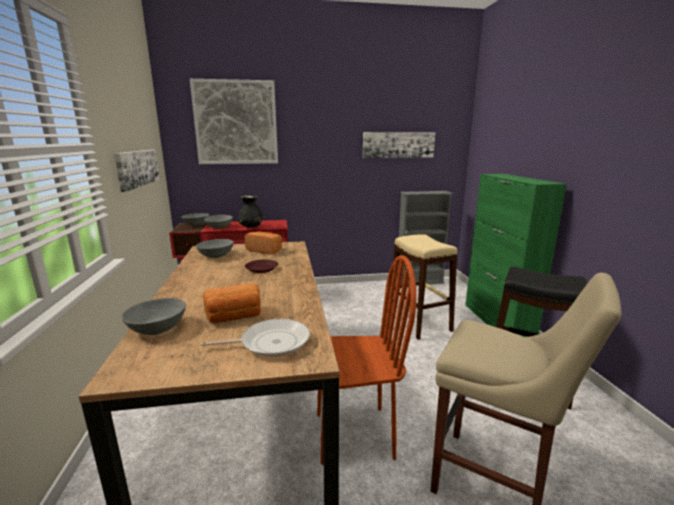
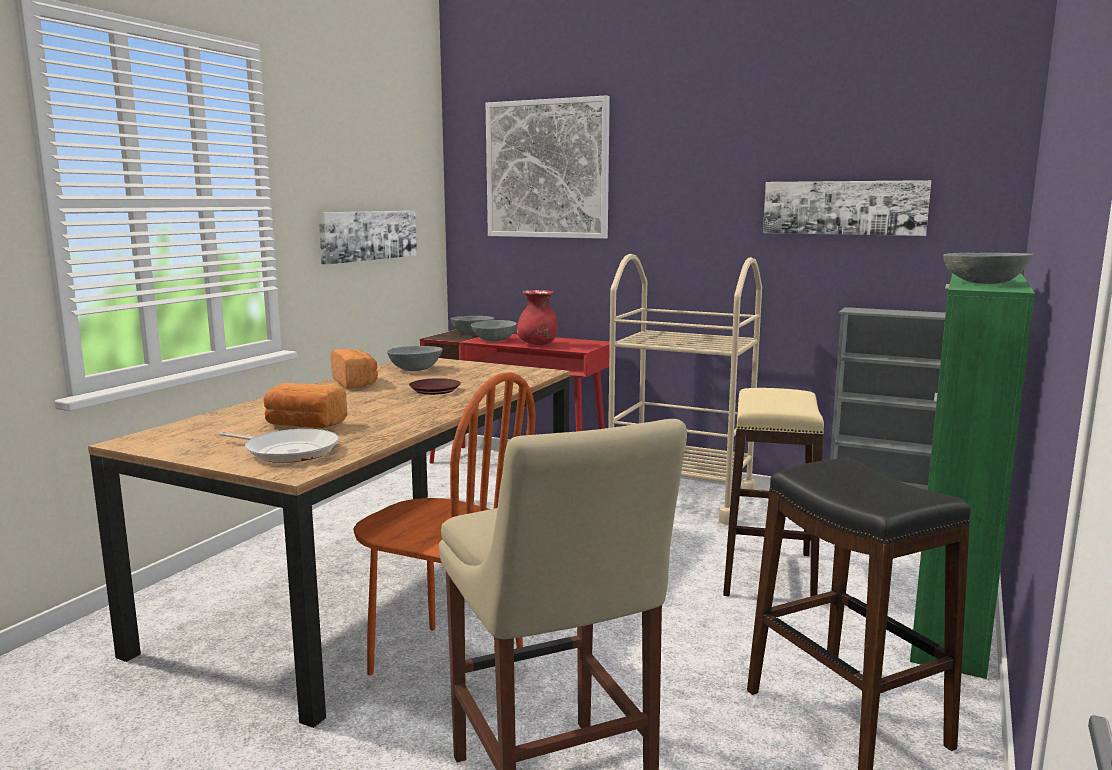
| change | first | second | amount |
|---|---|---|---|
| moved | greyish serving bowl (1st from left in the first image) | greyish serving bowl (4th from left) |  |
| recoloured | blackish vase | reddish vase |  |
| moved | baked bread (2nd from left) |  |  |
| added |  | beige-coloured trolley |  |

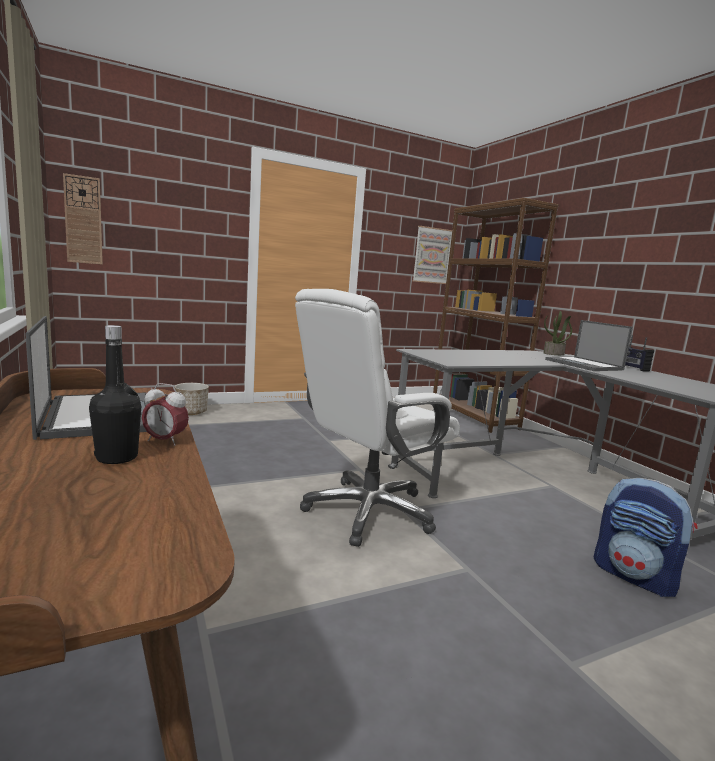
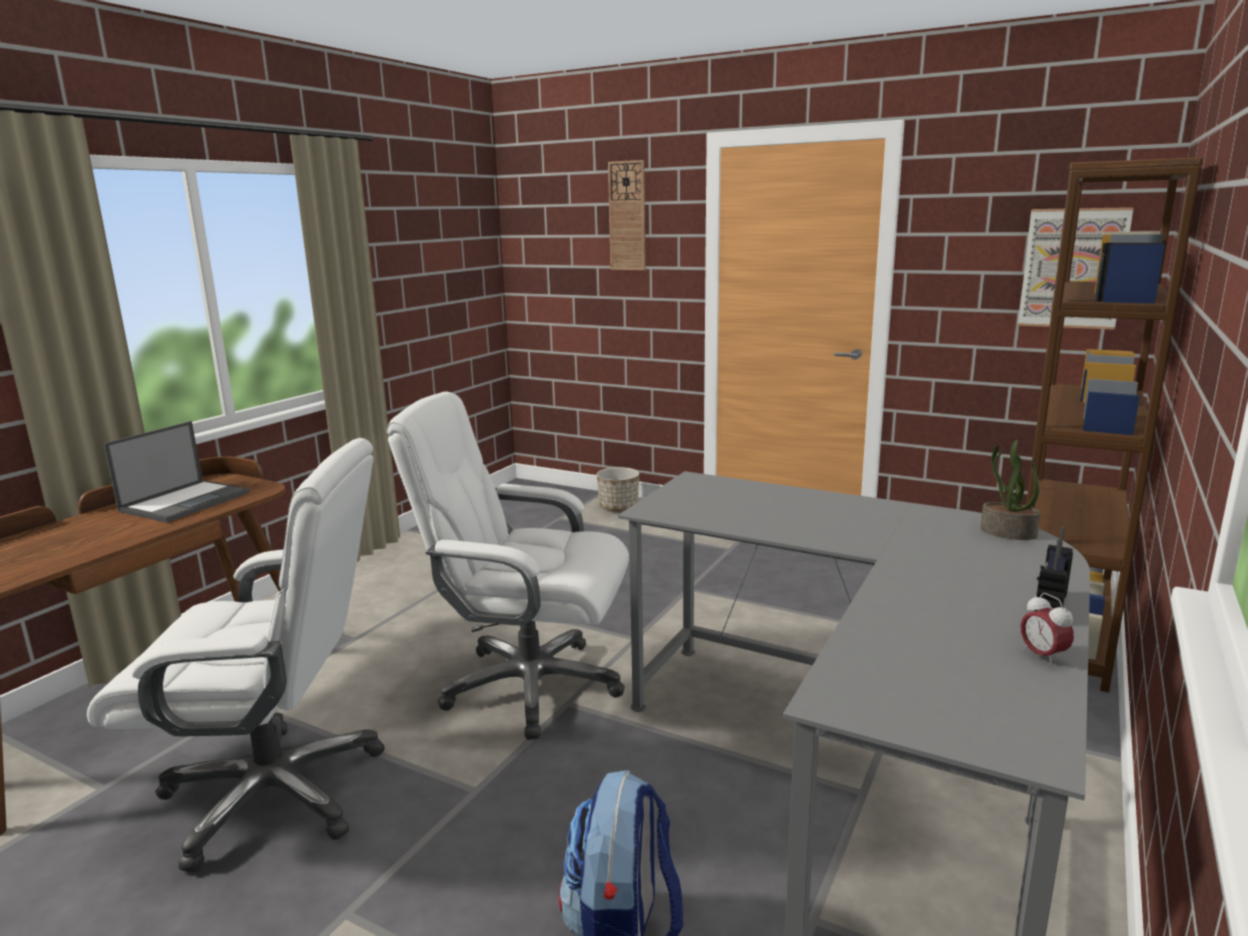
| change | first | second | amount |
|---|---|---|---|
| moved | hanging clock |  |  |
| removed | blackish bottle |  |  |
| moved | bedside clock |  |  |
| removed | portable computer (2nd from left) |  |  |
| added |  | whitish computer chair (1st from left) |  |

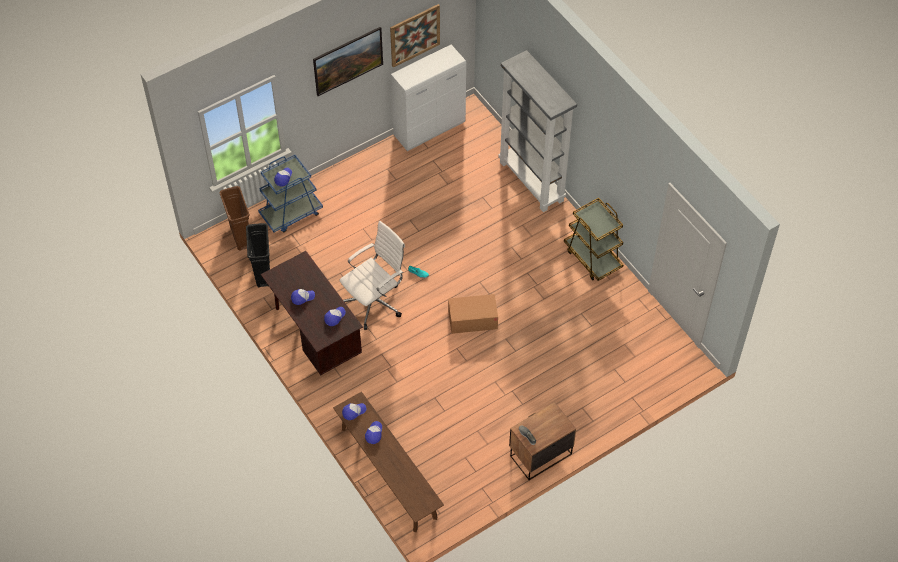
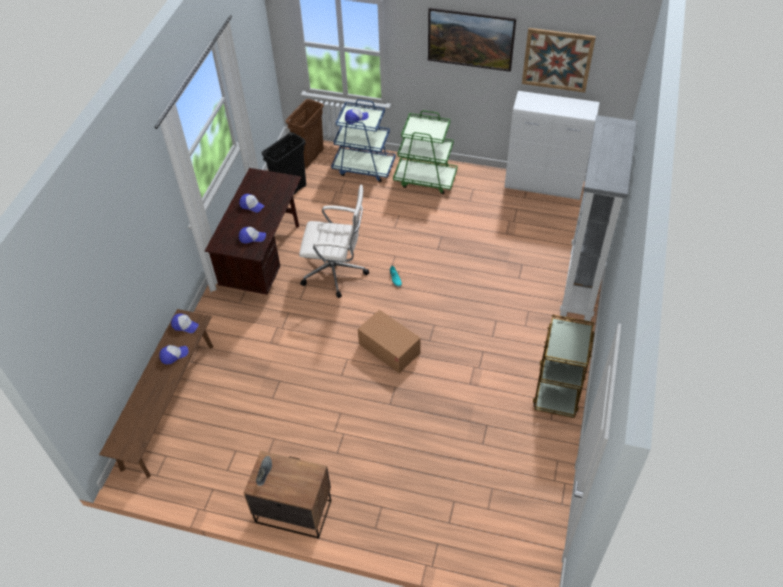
| change | first | second | amount |
|---|---|---|---|
| added |  | greenish trolley |  |

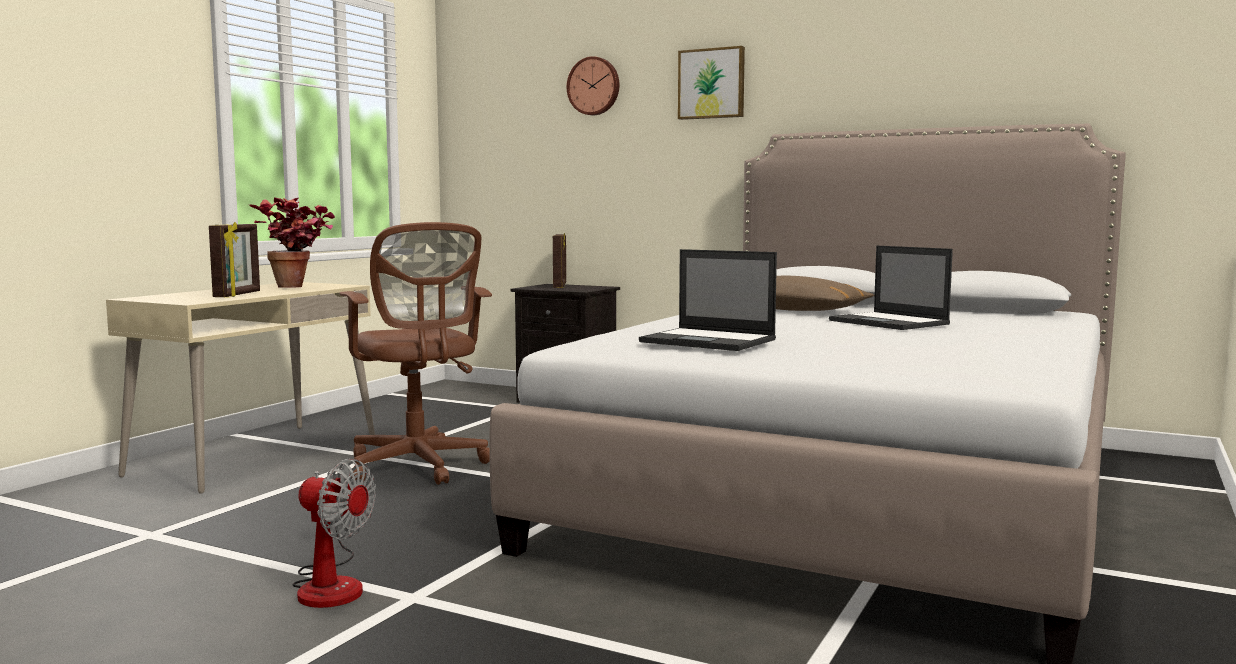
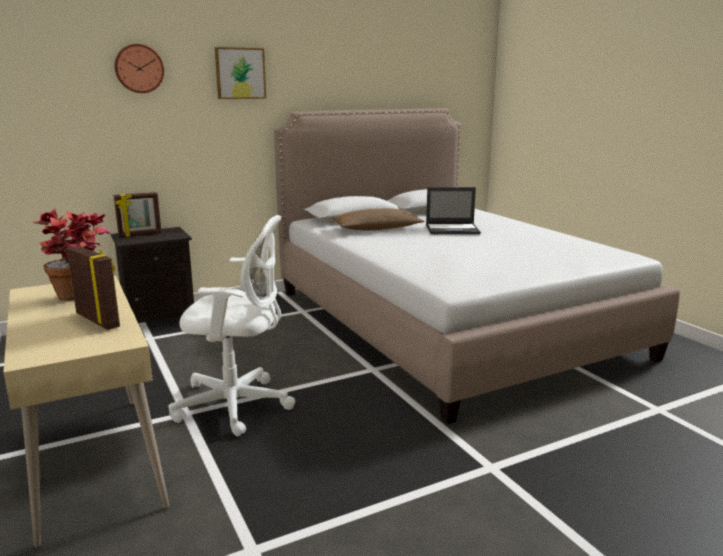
| change | first | second | amount |
|---|---|---|---|
| removed | fan |  |  |
| recoloured | brownish computer chair | whitish computer chair |  |
| turned | standing frame (2nd from left) |  | 120 degrees clockwise |
| removed | portable computer (1st from left) |  |  |

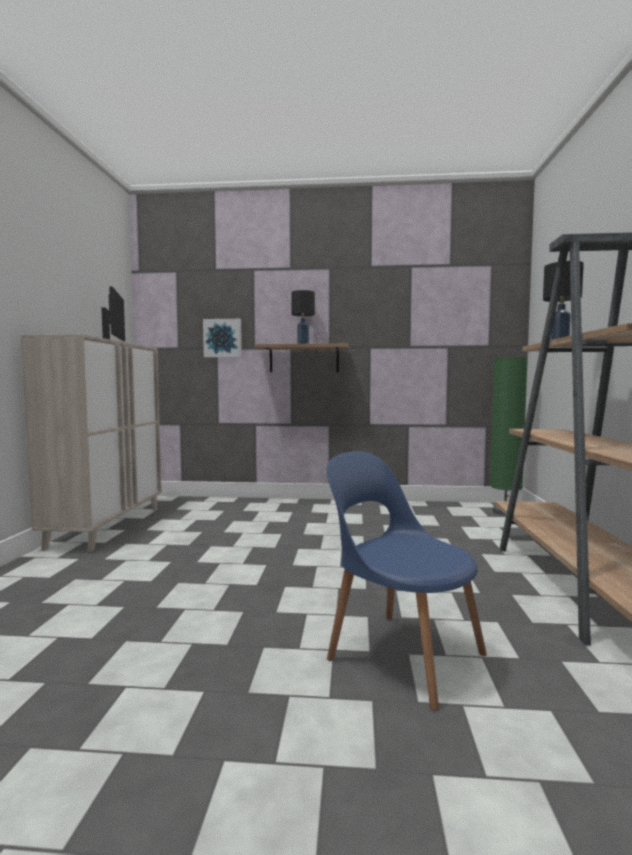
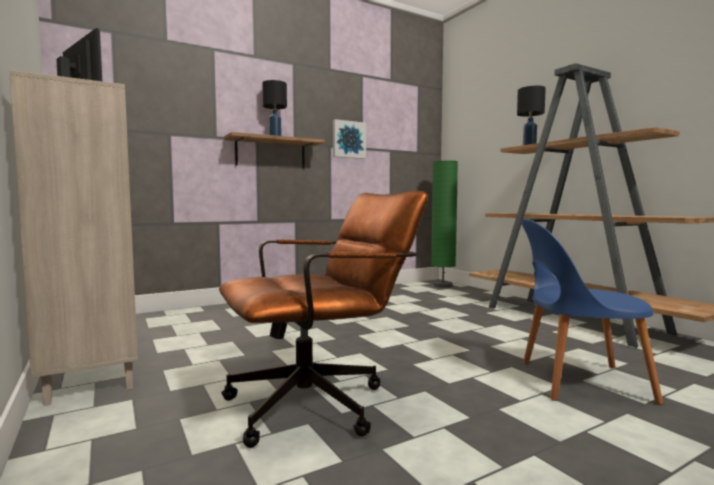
| change | first | second | amount |
|---|---|---|---|
| moved | wall picture |  |  |
| added |  | brownish computer chair |  |

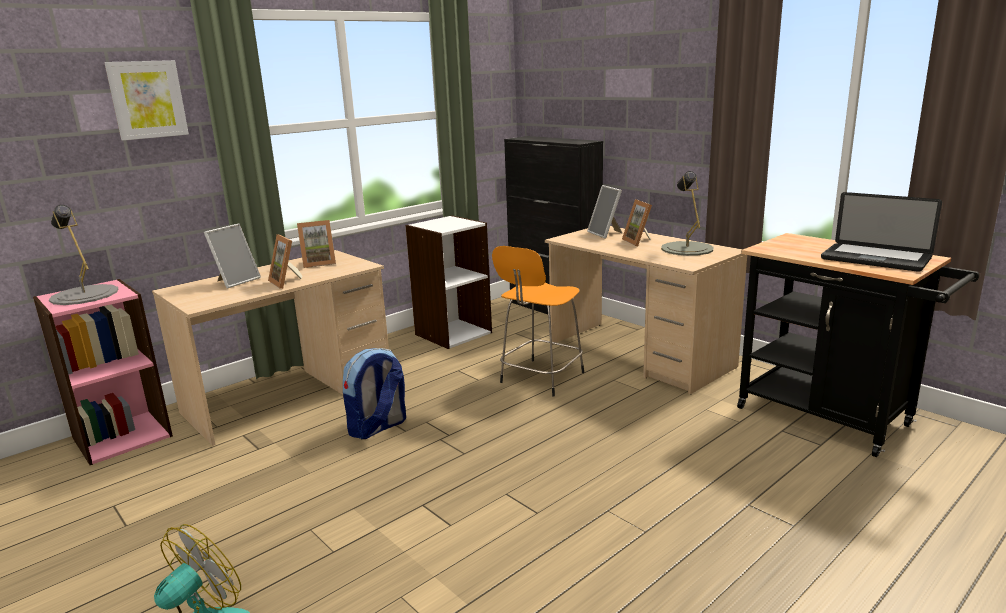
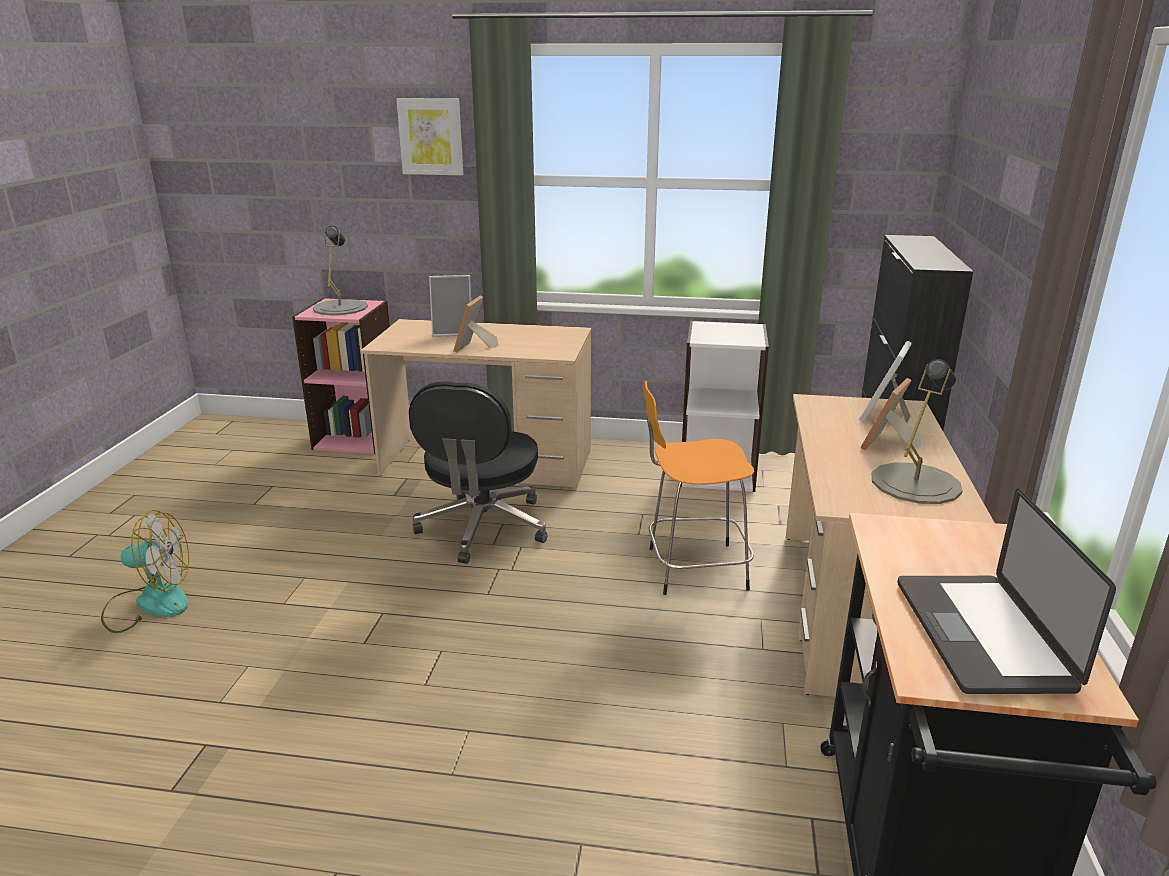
| change | first | second | amount |
|---|---|---|---|
| removed | standing frame (3rd from left) |  |  |
| replaced | backpack | blackish computer chair |  |

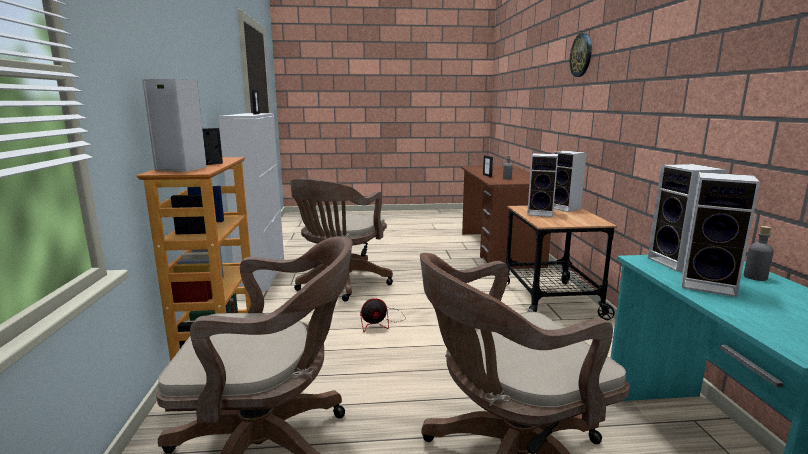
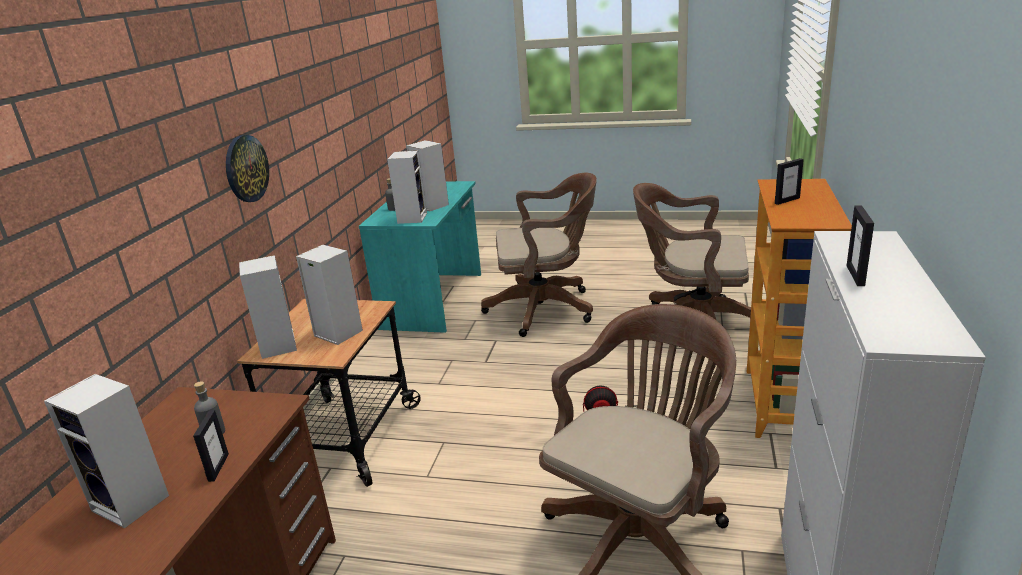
| change | first | second | amount |
|---|---|---|---|
| moved | speaker (1st from left) |  |  |
| moved | hanging clock |  |  |

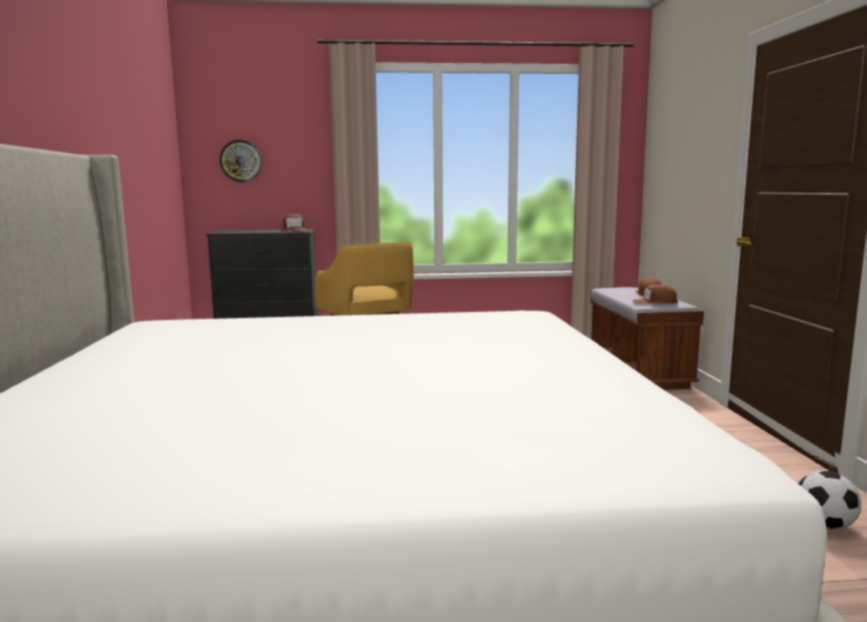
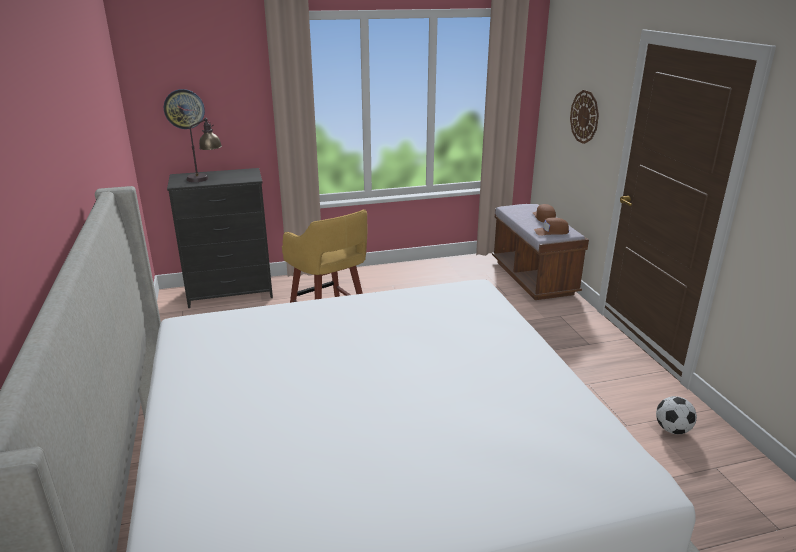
| change | first | second | amount |
|---|---|---|---|
| removed | brownish cap (1st from left) |  |  |
| added |  | table lamp |  |
| added |  | hanging clock (2nd from left) |  |

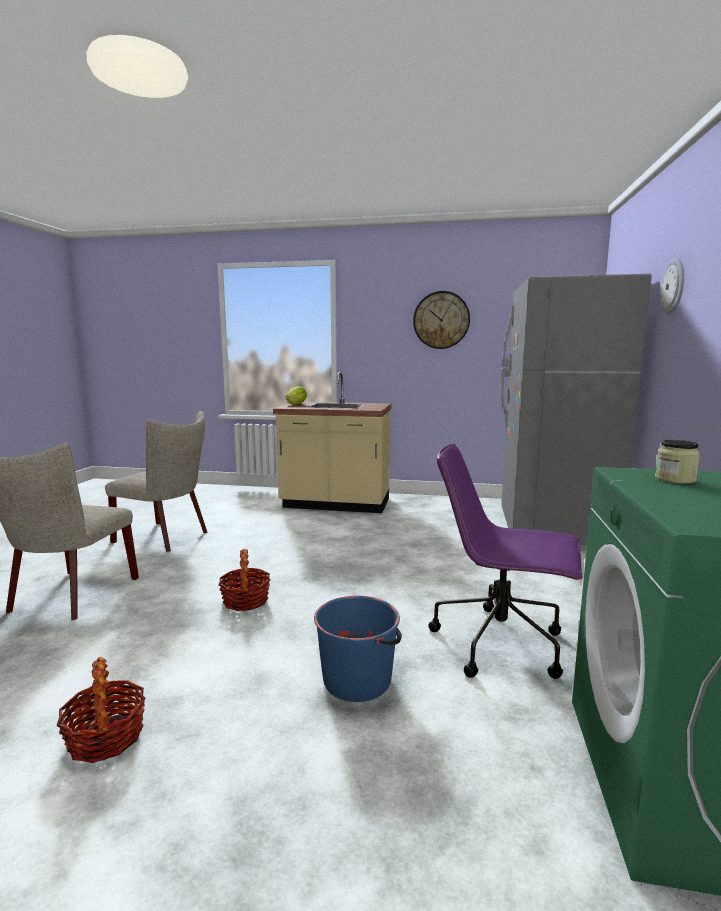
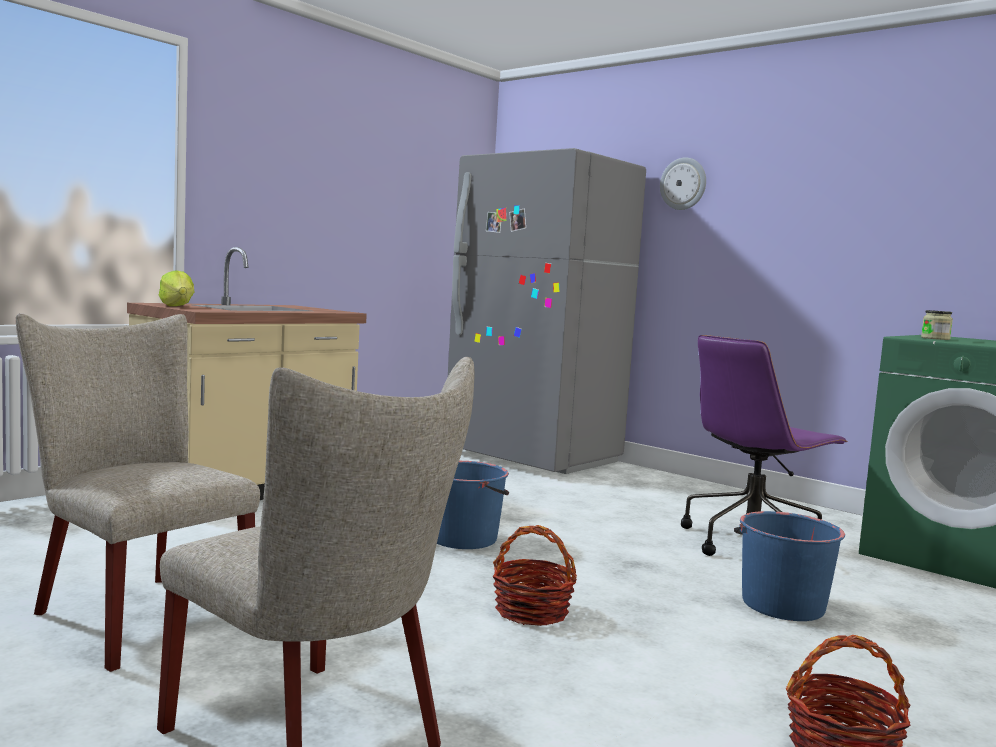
| change | first | second | amount |
|---|---|---|---|
| turned | beige-coloured upright chair (2nd from left in the first image) | beige-coloured upright chair (1st from left) | 105 degrees counterclockwise |
| removed | hanging clock (1st from left) |  |  |
| added |  | bluish water bucket (1st from left) |  |

